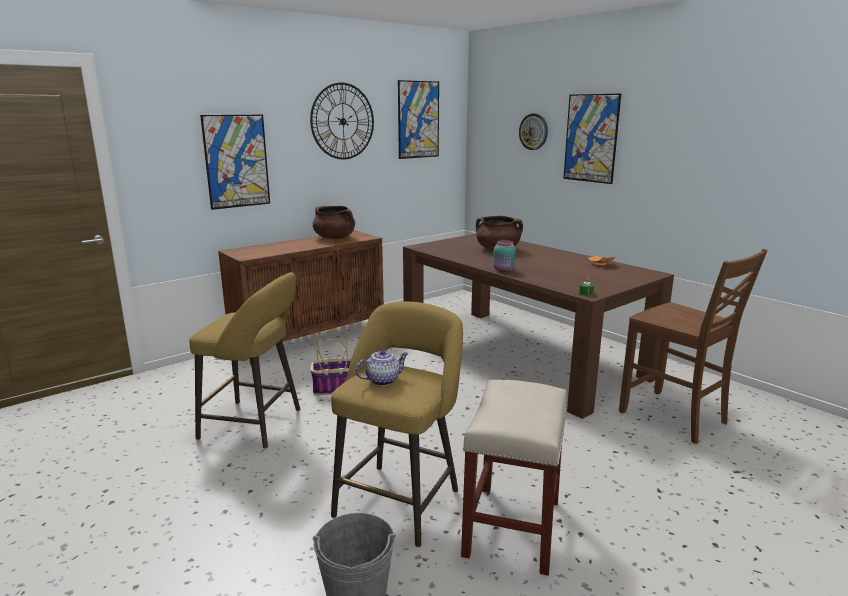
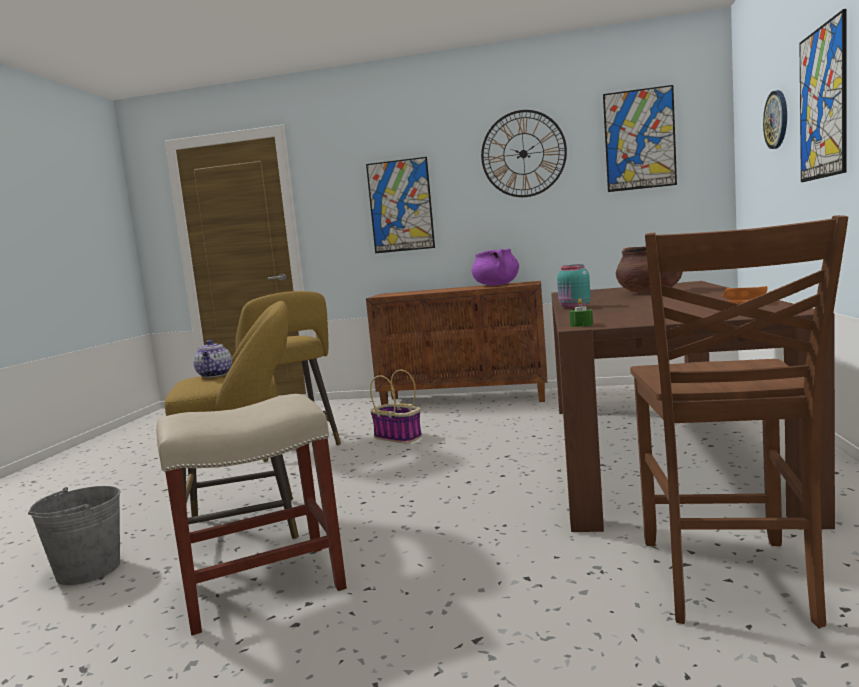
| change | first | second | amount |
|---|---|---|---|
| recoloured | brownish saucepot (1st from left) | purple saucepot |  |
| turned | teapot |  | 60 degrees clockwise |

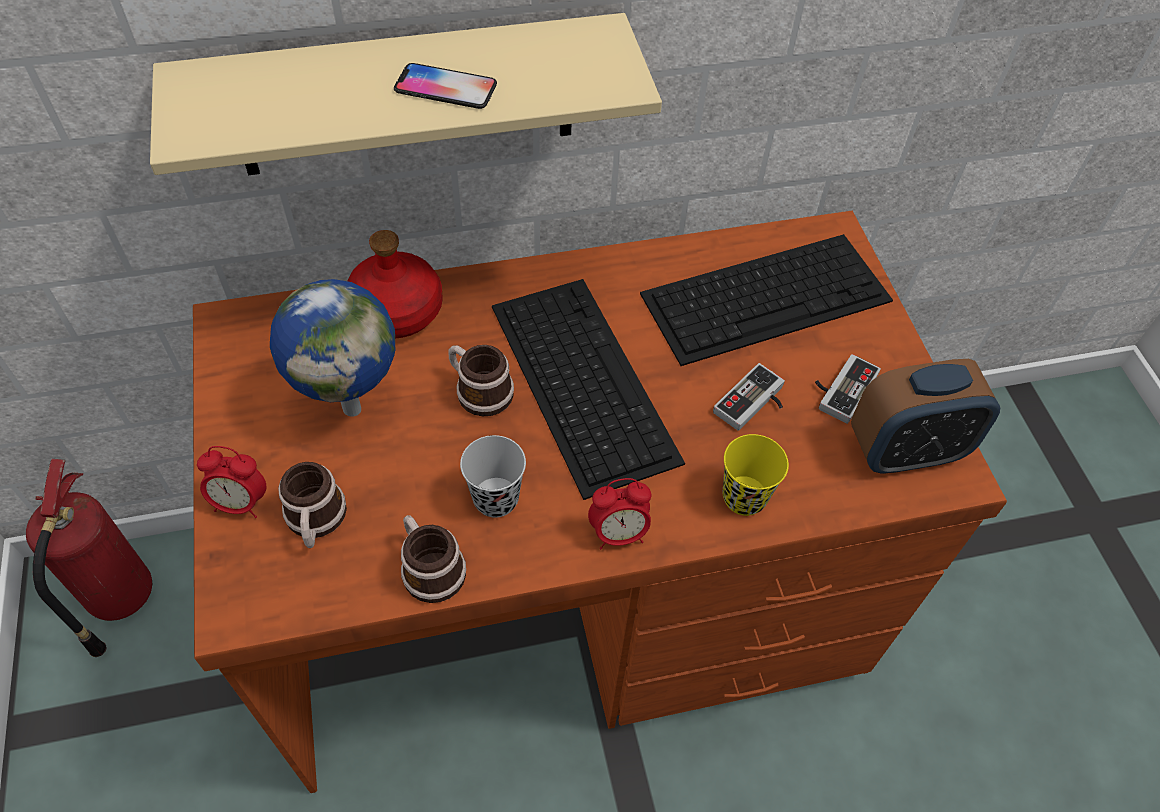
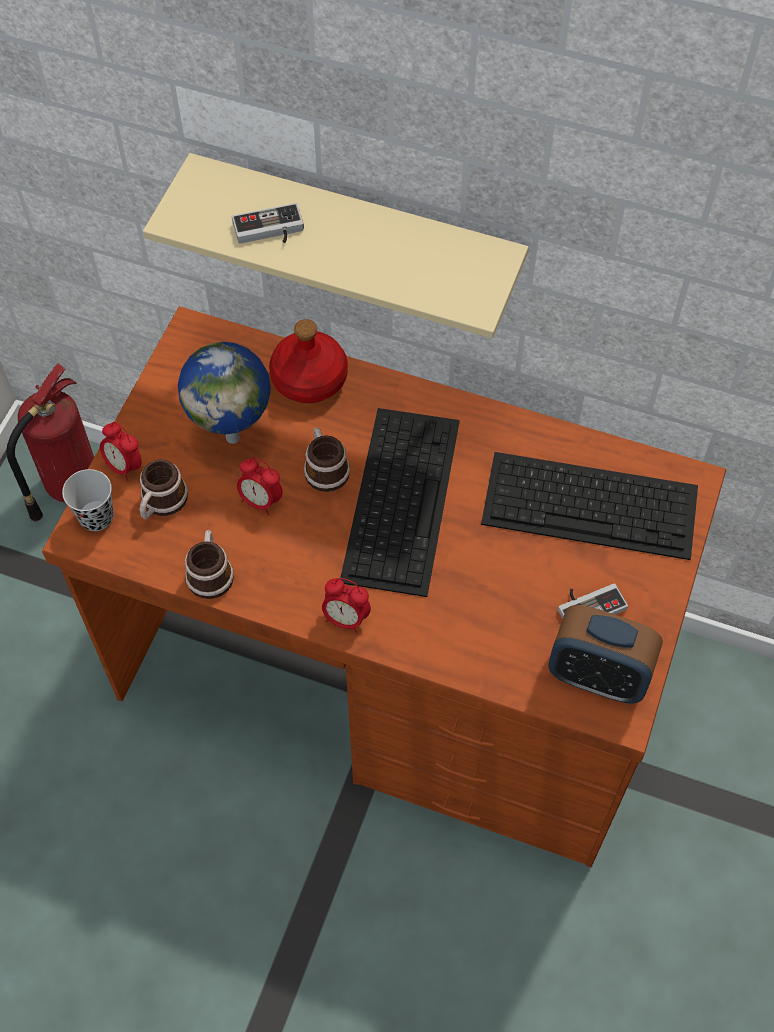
| change | first | second | amount |
|---|---|---|---|
| removed | telephone |  |  |
| moved | blackish drinking cup |  |  |
| moved | game controller (1st from left) |  |  |
| removed | yellow drinking cup |  |  |
| added |  | bedside clock (2nd from left) |  |

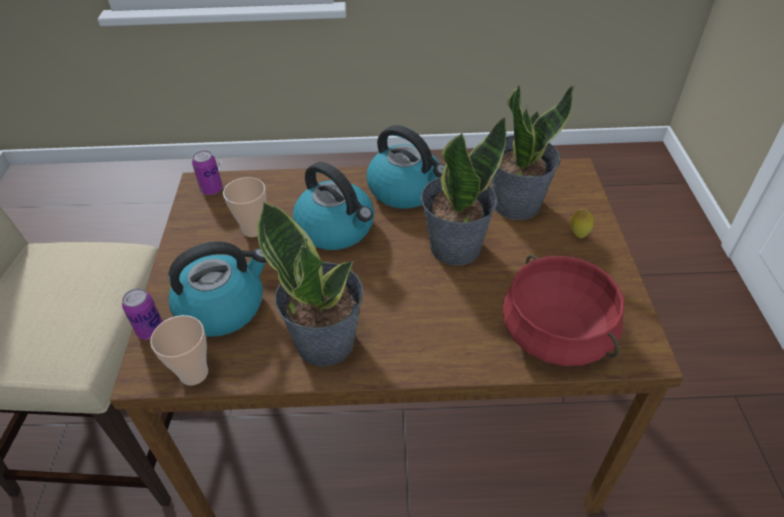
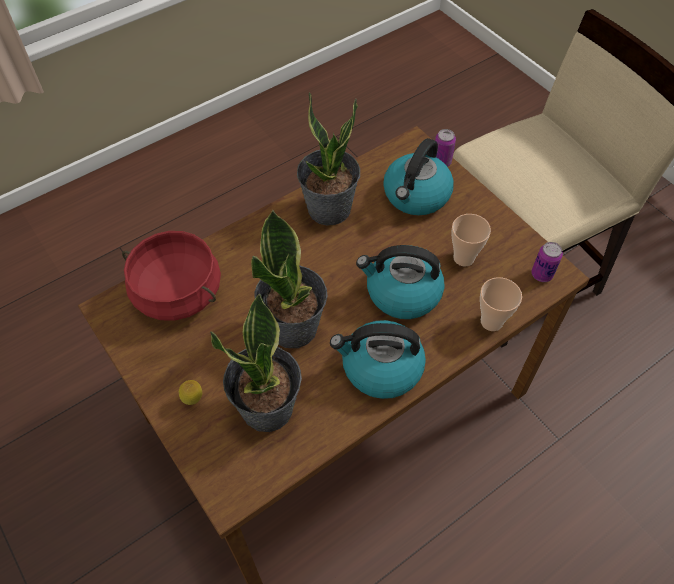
| change | first | second | amount |
|---|---|---|---|
| moved | drinking cup (1st from left in the first image) | drinking cup (2nd from left) |  |

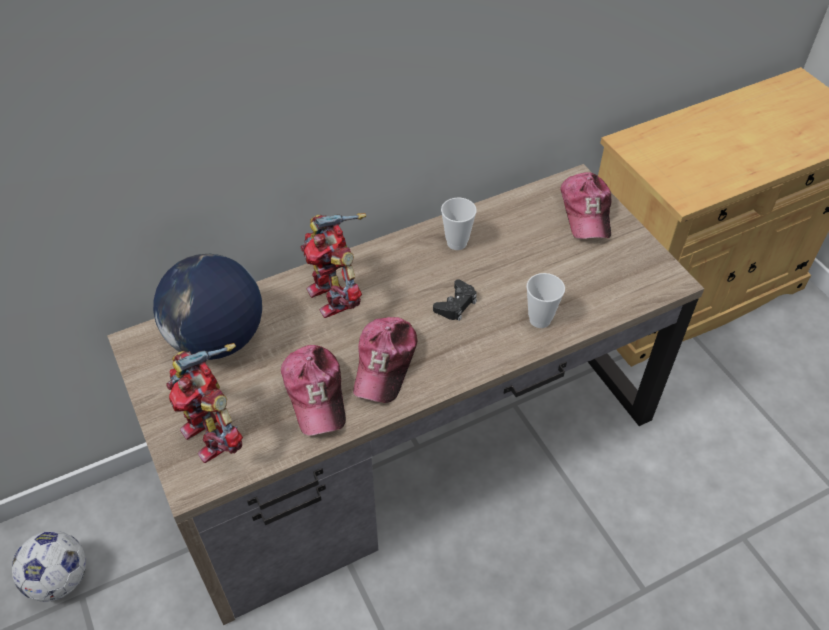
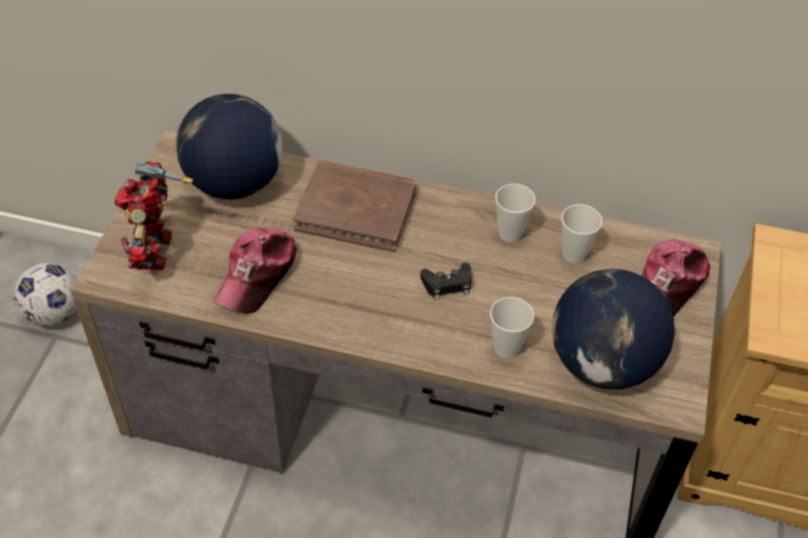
| change | first | second | amount |
|---|---|---|---|
| replaced | toy robot (2nd from left) | brownish book |  |
| removed | cap (2nd from left) |  |  |
| added |  | desk globe (2nd from left) |  |
| added |  | drinking cup (3rd from left) |  |

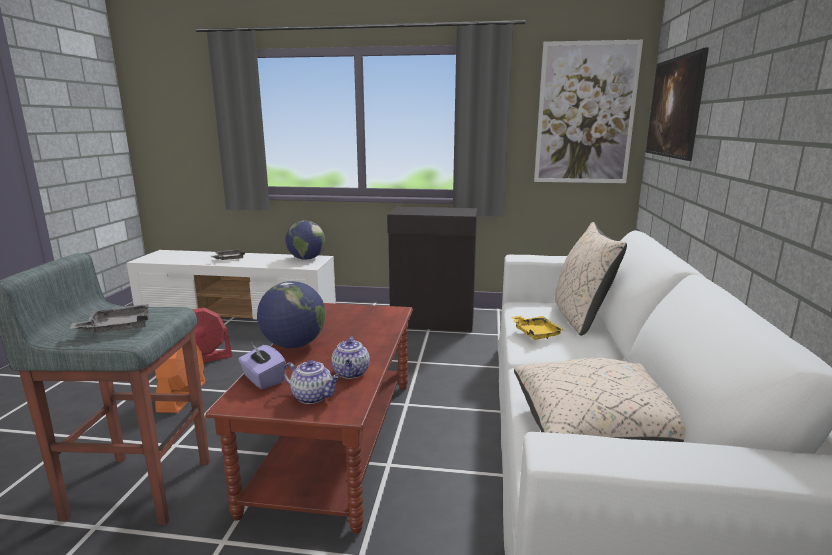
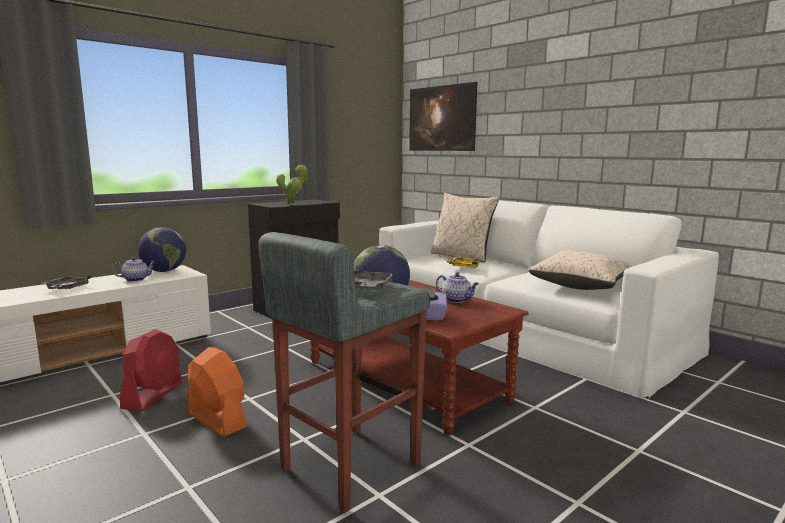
| change | first | second | amount |
|---|---|---|---|
| moved | teapot (1st from left) |  |  |
| removed | wall picture (1st from left) |  |  |
| added |  | houseplant |  |

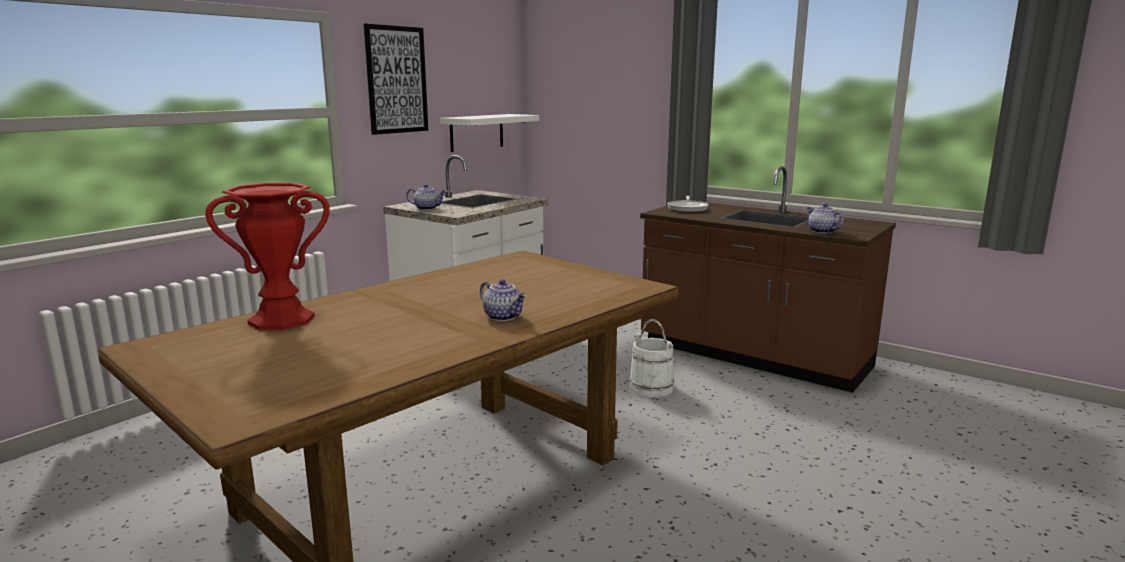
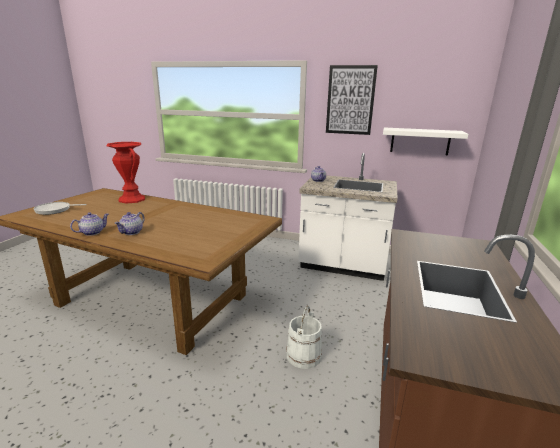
| change | first | second | amount |
|---|---|---|---|
| moved | pan |  |  |
| moved | teapot (3rd from left in the first image) | teapot (1st from left) |  |

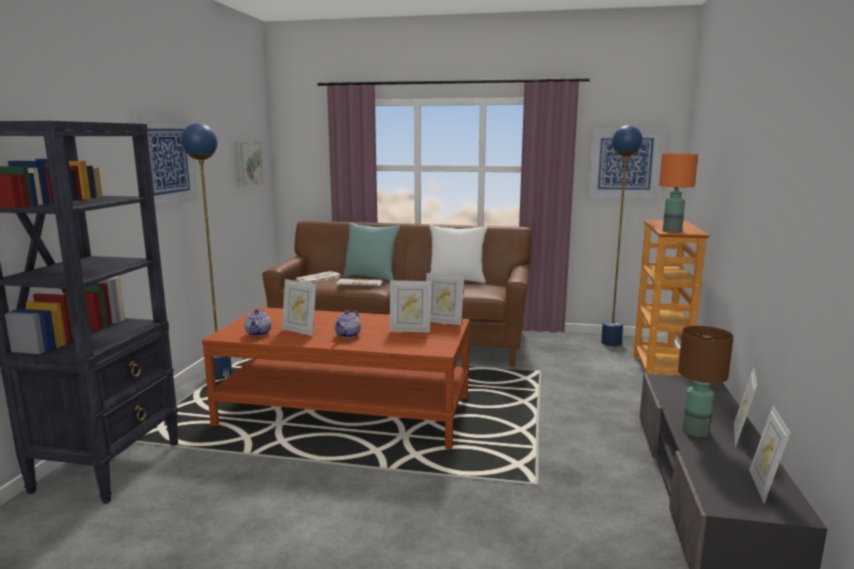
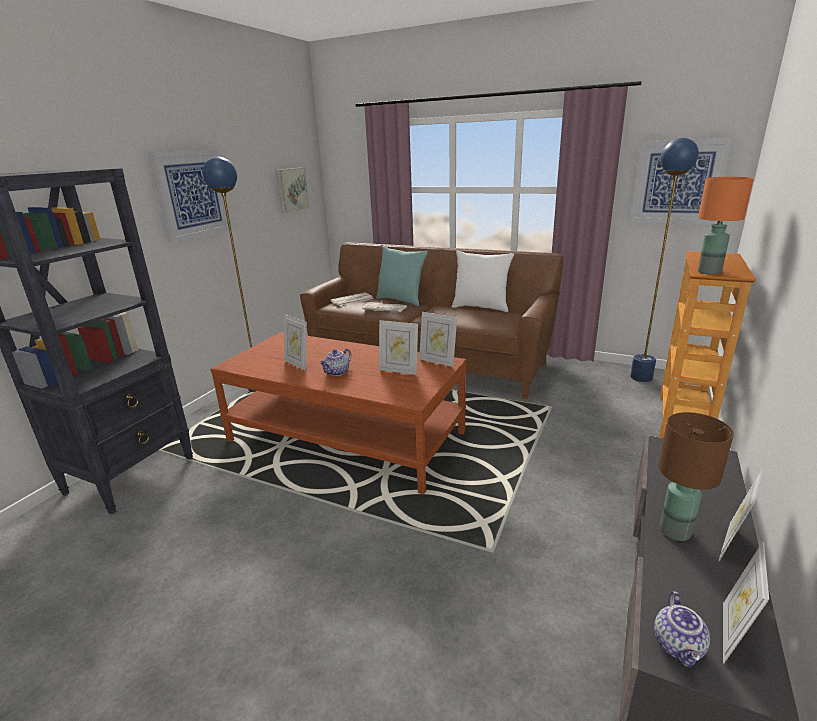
| change | first | second | amount |
|---|---|---|---|
| moved | teapot (1st from left in the first image) | teapot (2nd from left) |  |

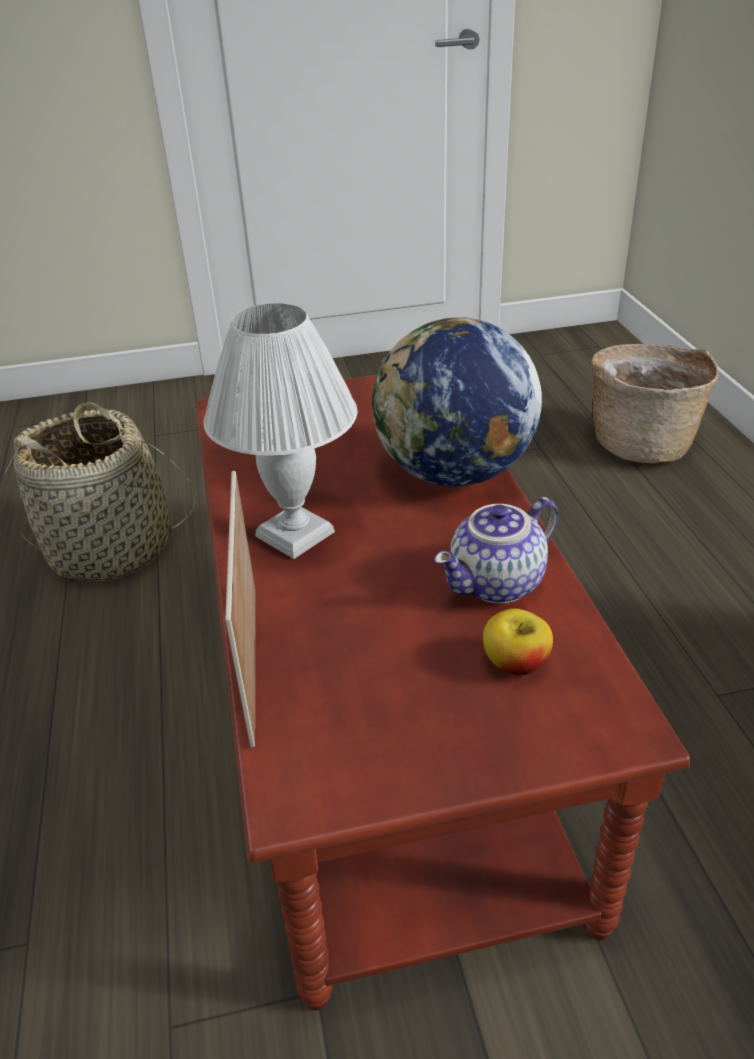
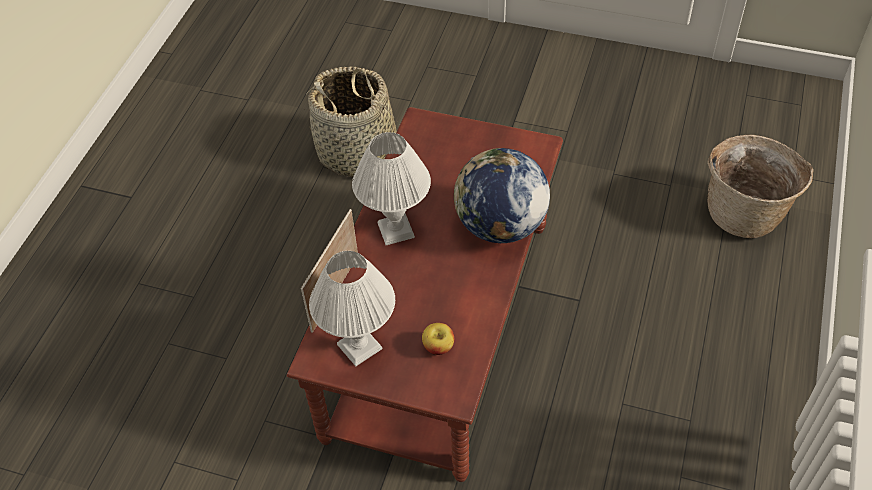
| change | first | second | amount |
|---|---|---|---|
| removed | teapot |  |  |
| added |  | whitish table lamp (1st from left) |  |

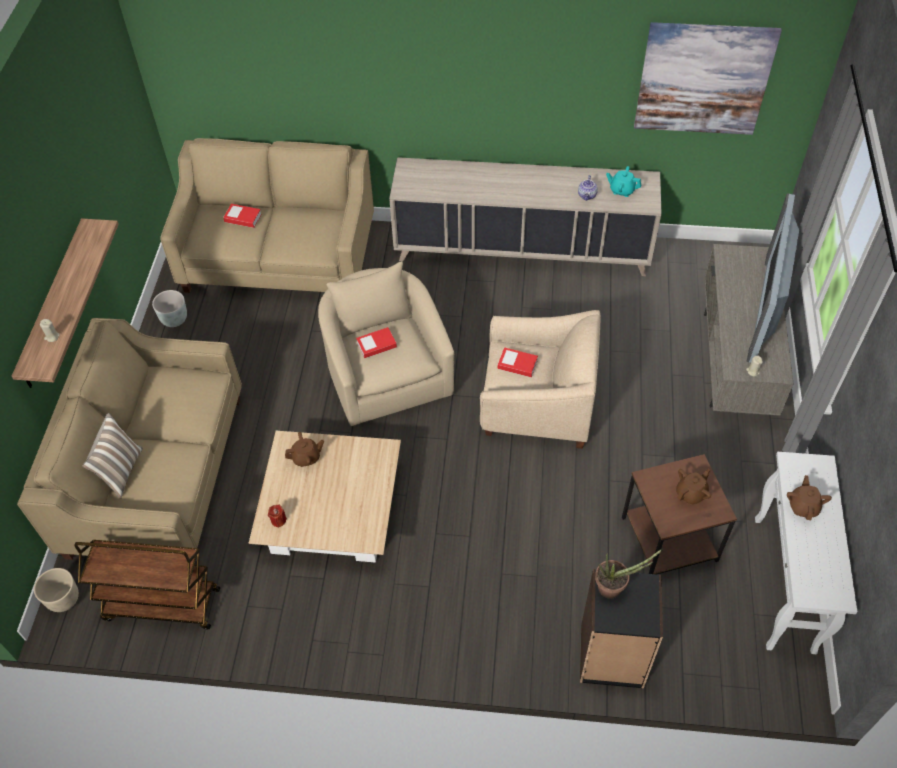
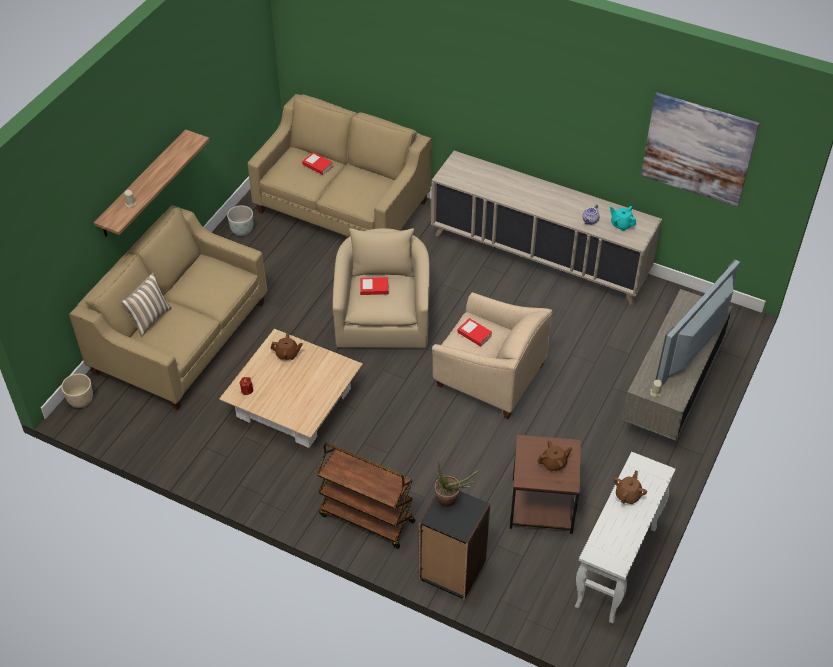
| change | first | second | amount |
|---|---|---|---|
| moved | brownish trolley |  |  |

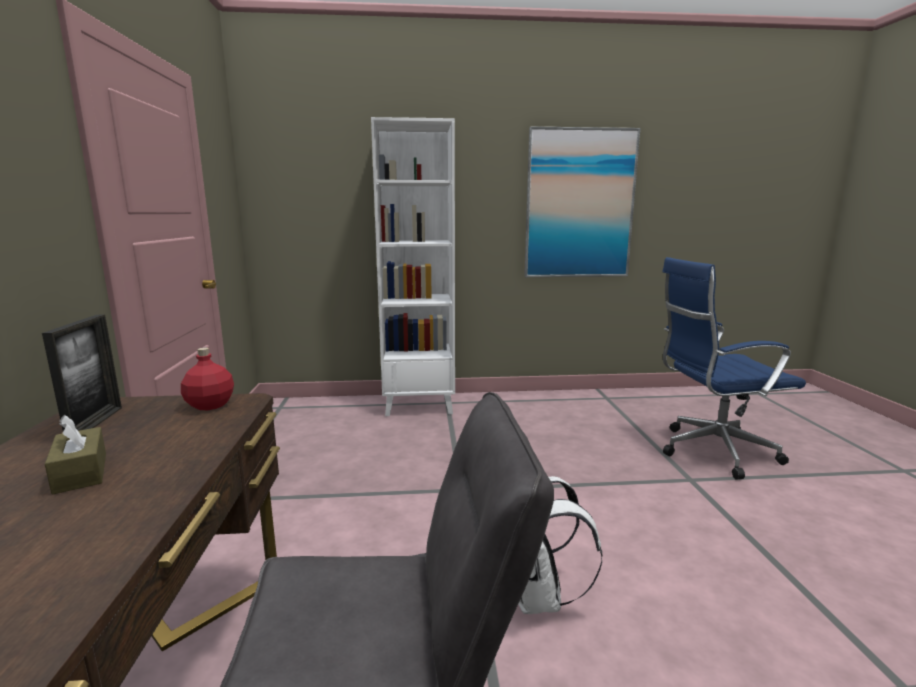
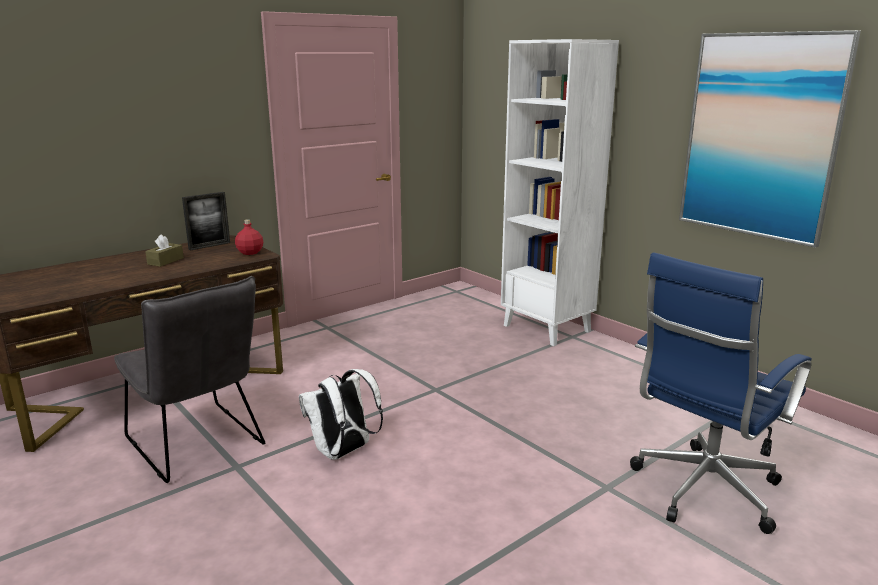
| change | first | second | amount |
|---|---|---|---|
| turned | bluish computer chair |  | 90 degrees counterclockwise |

